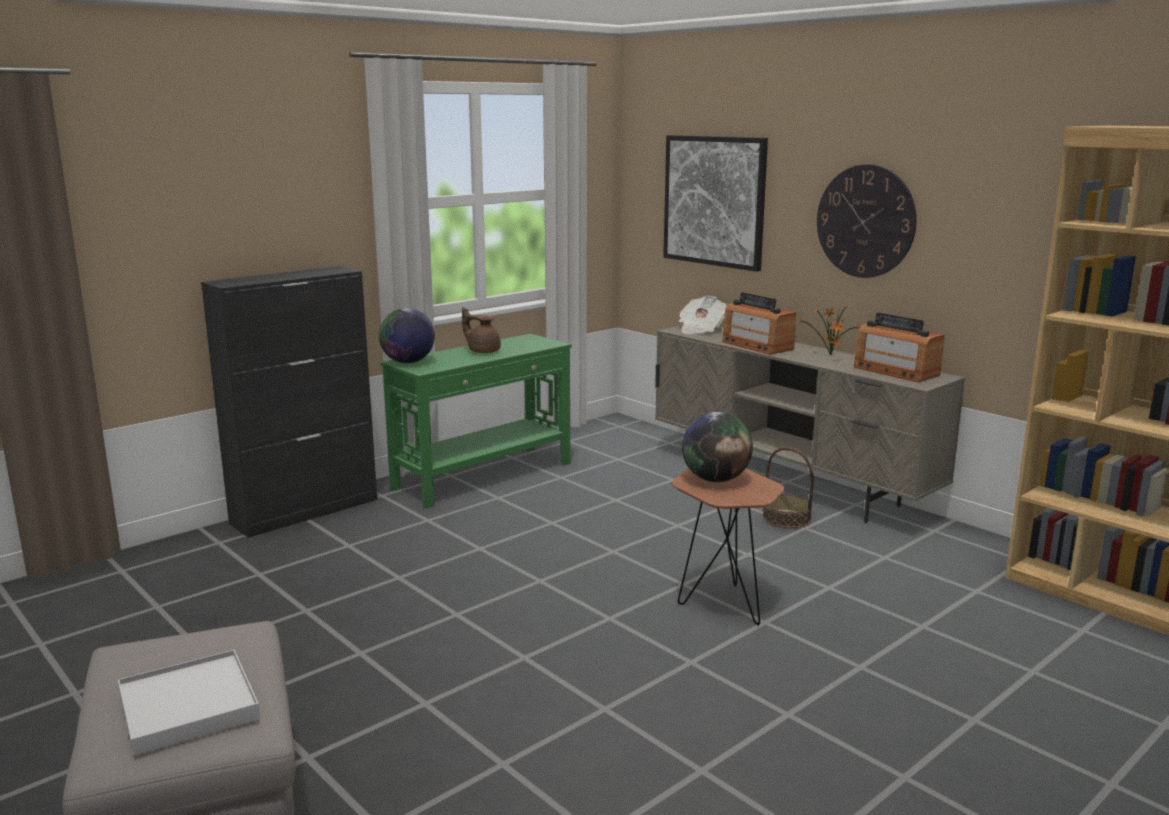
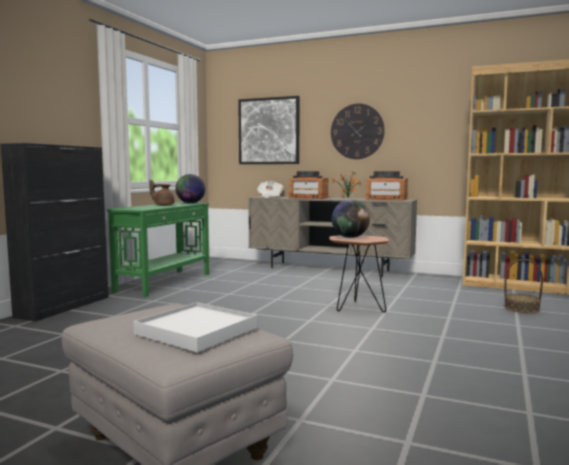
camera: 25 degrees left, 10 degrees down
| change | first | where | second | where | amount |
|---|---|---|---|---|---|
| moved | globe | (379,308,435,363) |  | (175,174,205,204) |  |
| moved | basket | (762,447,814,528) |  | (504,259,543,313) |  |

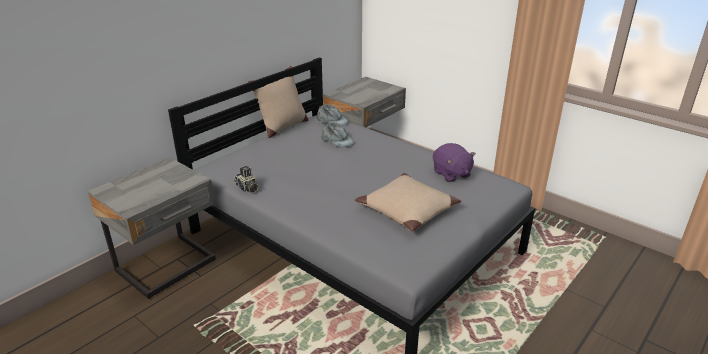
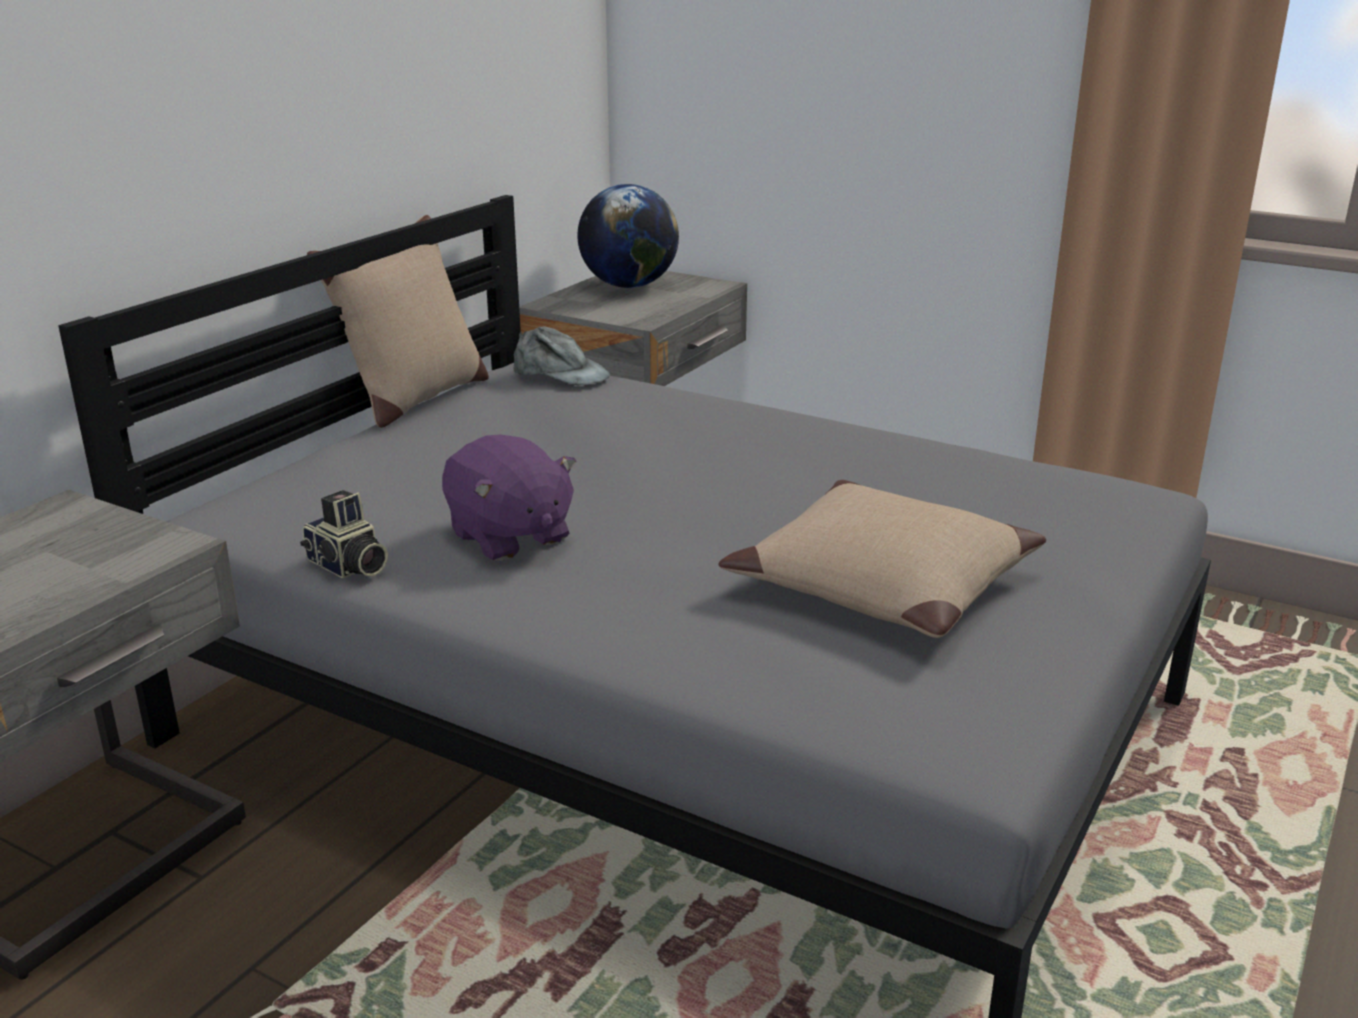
camera: 10 degrees left, 5 degrees down
| change | first | where | second | where | amount |
|---|---|---|---|---|---|
| removed | grey cap | (321,122,354,147) |  |  |  |
| added |  |  | globe | (577,184,679,288) |  |
| moved | purple plush toy | (433,143,476,182) |  | (442,434,576,561) |  |

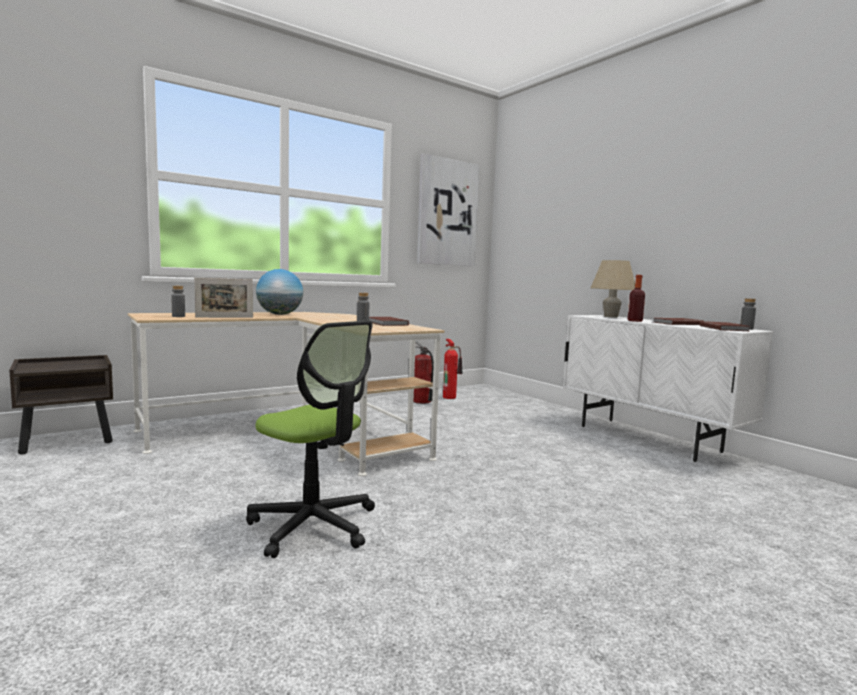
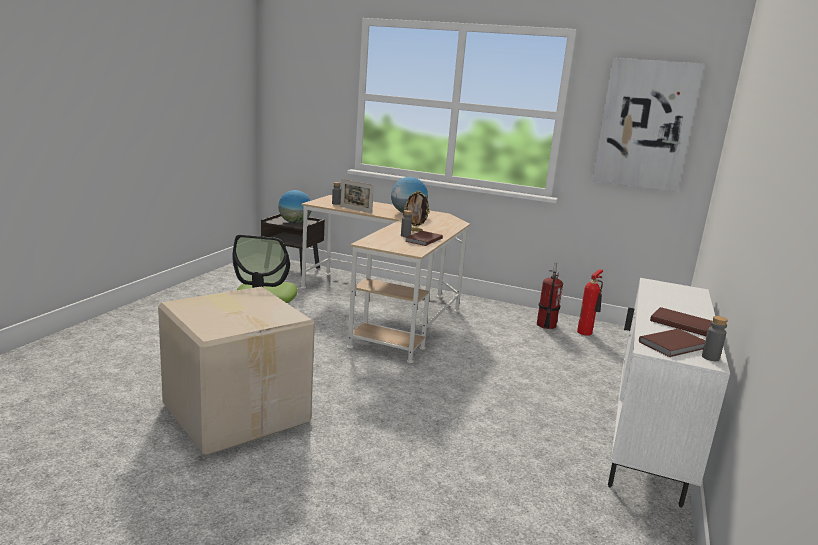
camera: 55 degrees right, 10 degrees up
| change | first | where | second | where | amount |
|---|---|---|---|---|---|
| removed | beige table lamp | (591,260,635,318) |  |  |  |
| removed | bottle | (628,275,645,322) |  |  |  |
| added |  |  | cardboard box | (158,286,315,456) |  |
| added |  |  | globe | (278,190,311,223) |  |
| added |  |  | picture frame | (404,190,430,232) |  |

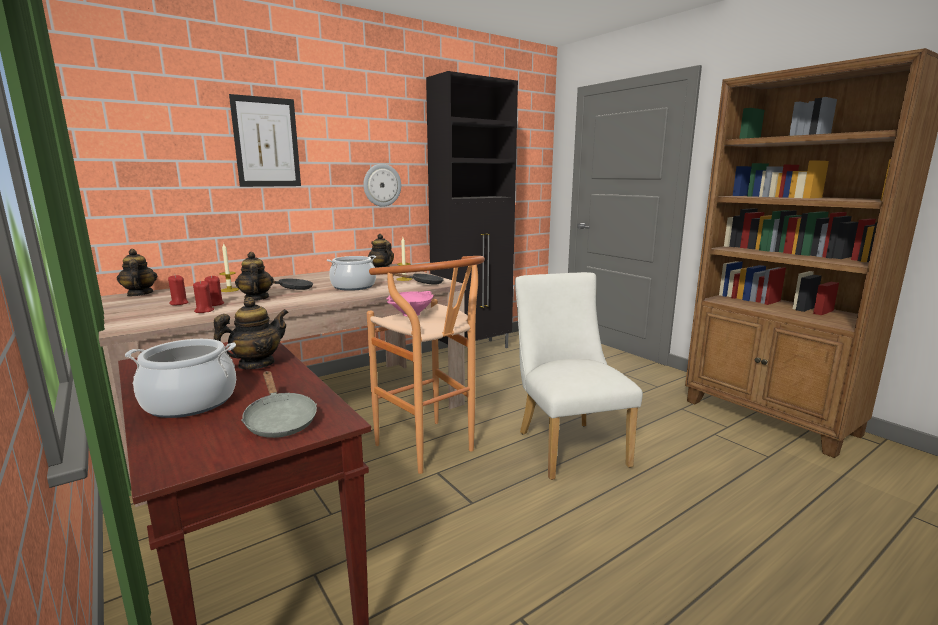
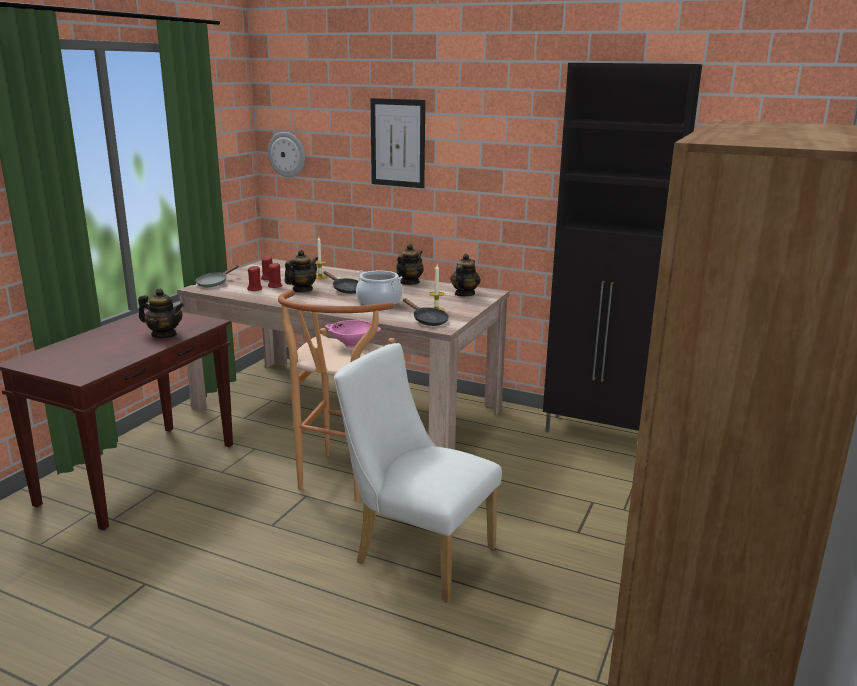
camera: 60 degrees right, 5 degrees up
| change | first | where | second | where | amount |
|---|---|---|---|---|---|
| removed | cooking pot | (125,339,236,418) |  |  |  |
| moved | teapot | (117,249,157,296) |  | (396,244,424,285) |  |
| moved | grey frying pan | (241,371,317,438) |  | (196,265,239,288) |  |
| moved | wall clock | (363,164,401,207) |  | (268,132,305,177) |  |
| turned | white chair | (515,272,643,480) |  | (334,343,502,602) | 105 degrees counterclockwise |

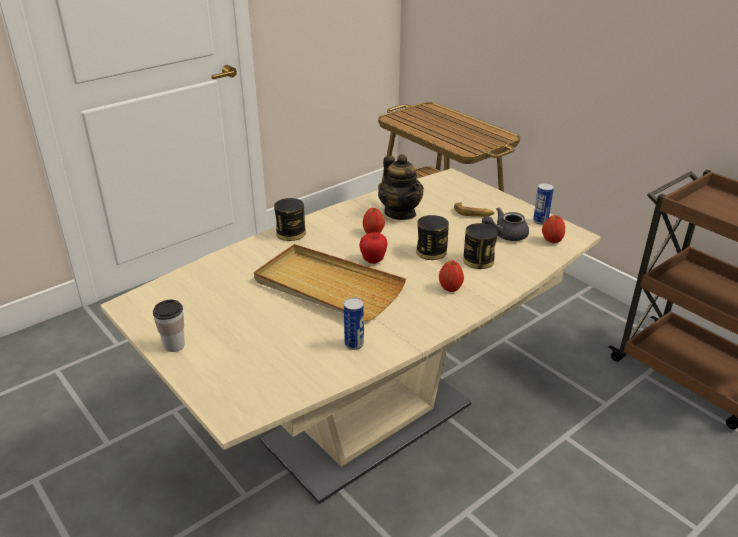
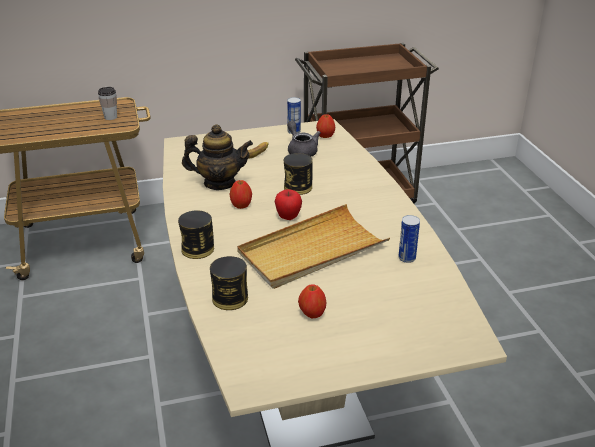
camera: 65 degrees left, 0 degrees up
| change | first | where | second | where | amount |
|---|---|---|---|---|---|
| moved | cup | (153,300,185,352) |  | (98,87,117,120) |  |
| moved | apple | (439,260,464,292) |  | (298,284,326,319) |  |
| moved | can | (463,223,498,269) |  | (210,256,248,310) |  |
| turned | grey teapot | (482,207,529,241) |  | (287,121,321,156) | 150 degrees clockwise |

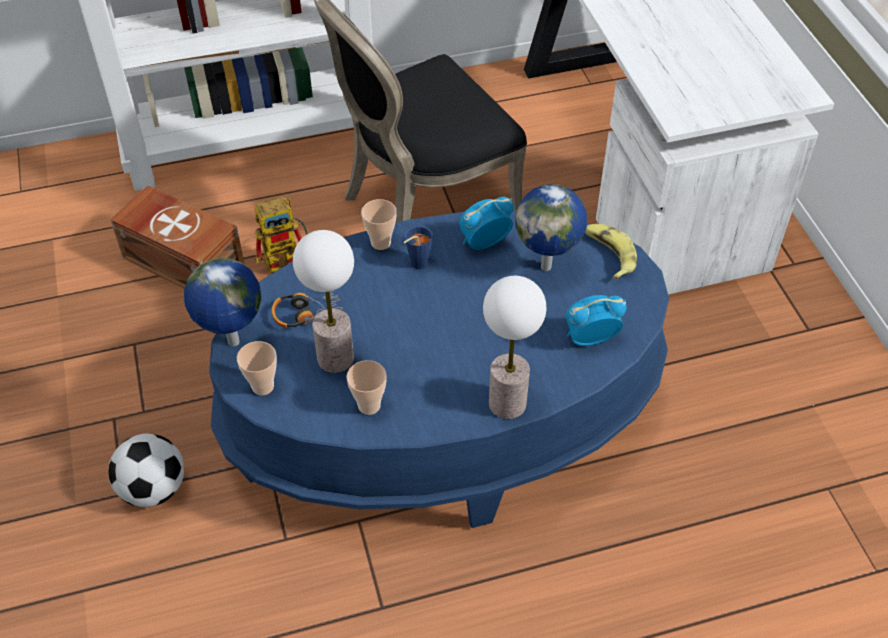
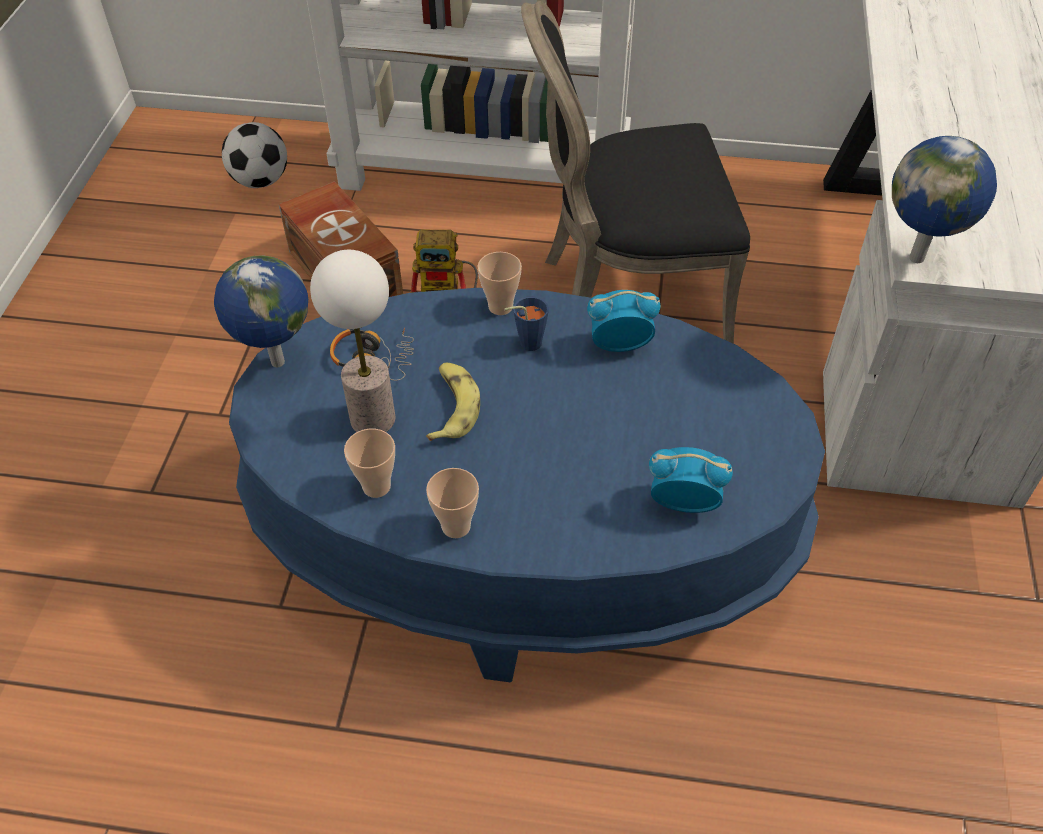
camera: 25 degrees right, 0 degrees up
| change | first | where | second | where | amount |
|---|---|---|---|---|---|
| removed | table lamp | (483,276,546,419) |  |  |  |
| moved | football | (109,434,184,507) |  | (222,122,287,188) |  |
| moved | cup | (237,341,277,395) |  | (426,468,479,538) |  |
| moved | globe | (515,184,587,271) |  | (892,136,997,263) |  |
| moved | banana | (585,224,637,280) |  | (426,363,480,441) |  |

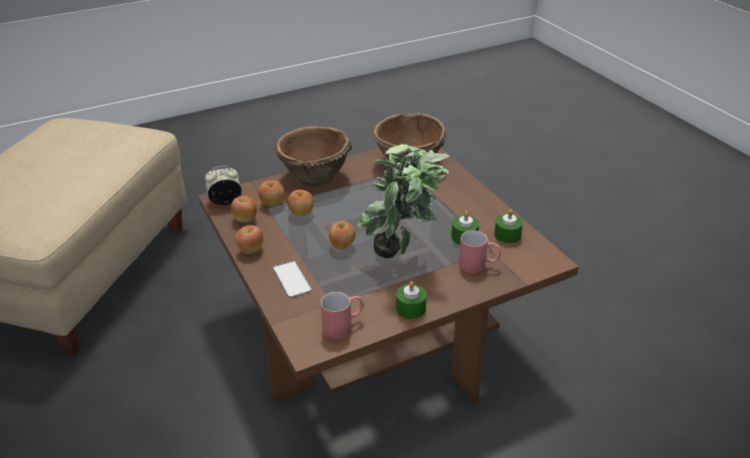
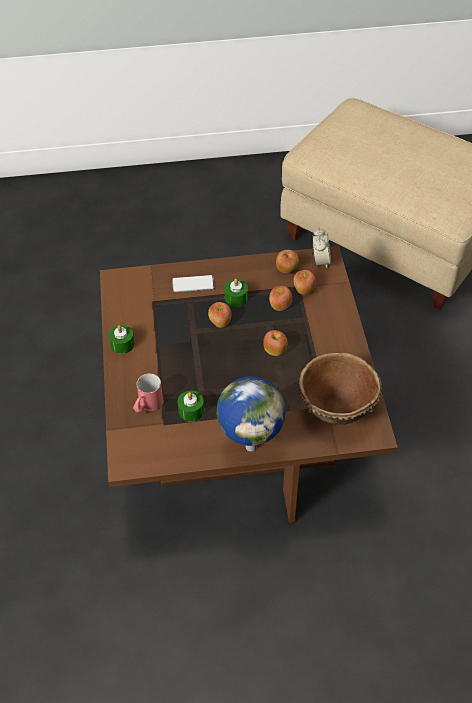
camera: 110 degrees right, 15 degrees up
| change | first | where | second | where | amount |
|---|---|---|---|---|---|
| removed | brown bowl | (275,126,352,187) |  |  |  |
| removed | red mug | (321,292,364,339) |  |  |  |
| removed | potted plant | (357,144,449,258) |  |  |  |
| added |  |  | globe | (216,376,286,452) |  |
| moved | apple | (236,225,263,254) |  | (263,330,287,356) |  |
| moved | green candle | (494,209,523,244) |  | (224,279,248,307) |  |

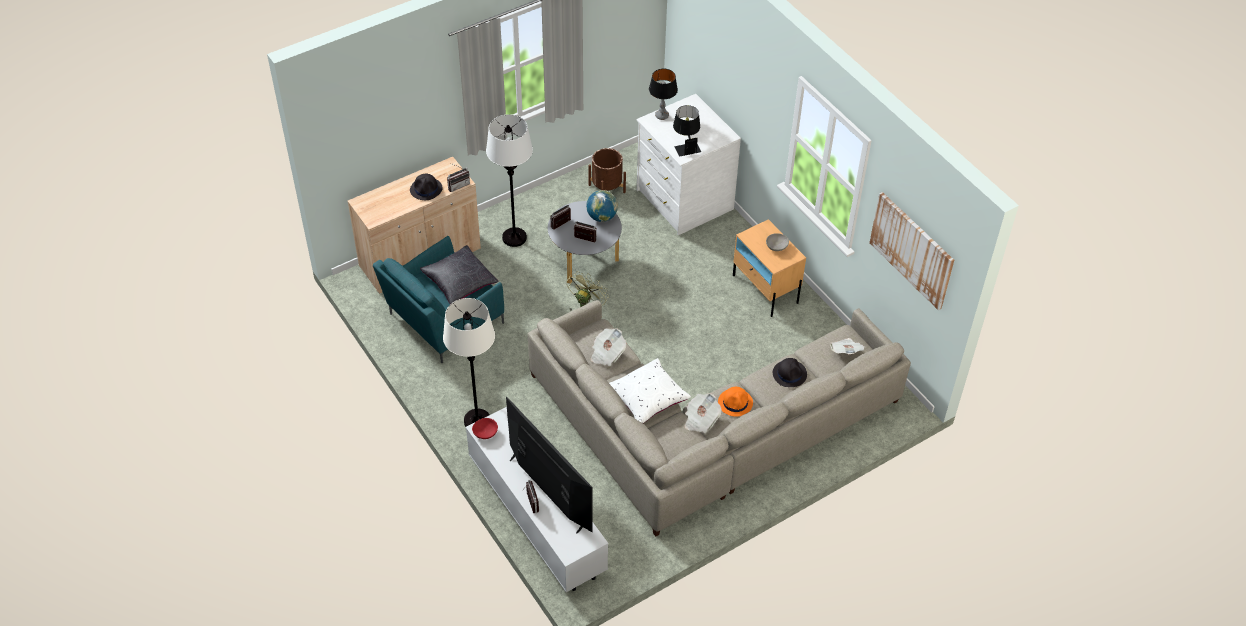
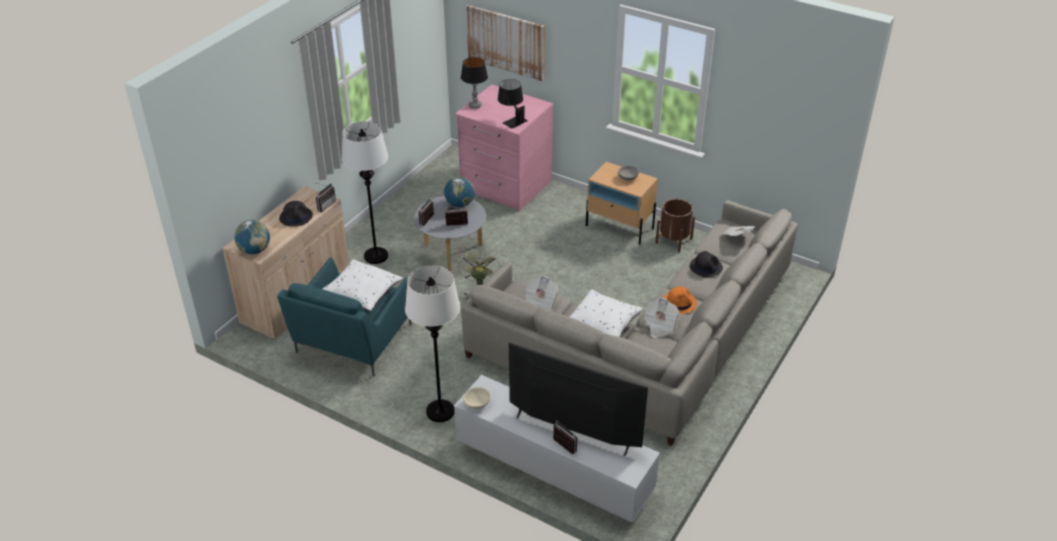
camera: 25 degrees left, 10 degrees down
| change | first | where | second | where | amount |
|---|---|---|---|---|---|
| added |  |  | globe | (234,220,270,254) |  |
| moved | brown planter | (589,148,626,193) |  | (655,199,695,253) |  |
| moved | picture | (869,192,954,310) |  | (466,5,545,82) |  |
| recoloured | black pillow | (420,245,499,304) | white pillow | (322,259,403,311) |  |
| recoloured | red bowl | (472,418,498,439) | beige bowl | (463,387,490,409) |  |
| recoloured | white dresser | (636,94,741,235) | pink dresser | (455,84,553,212) |  |

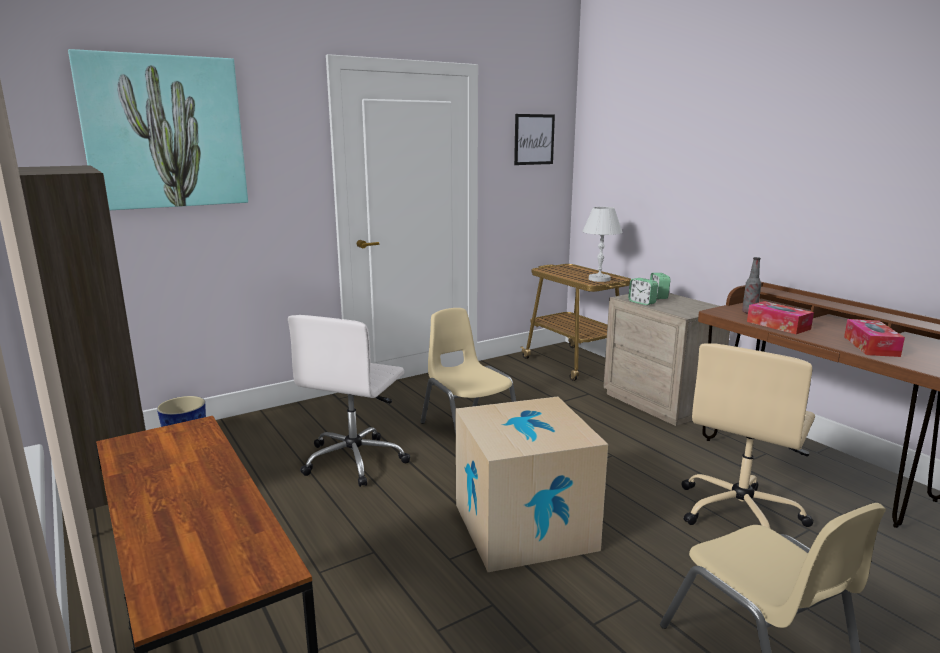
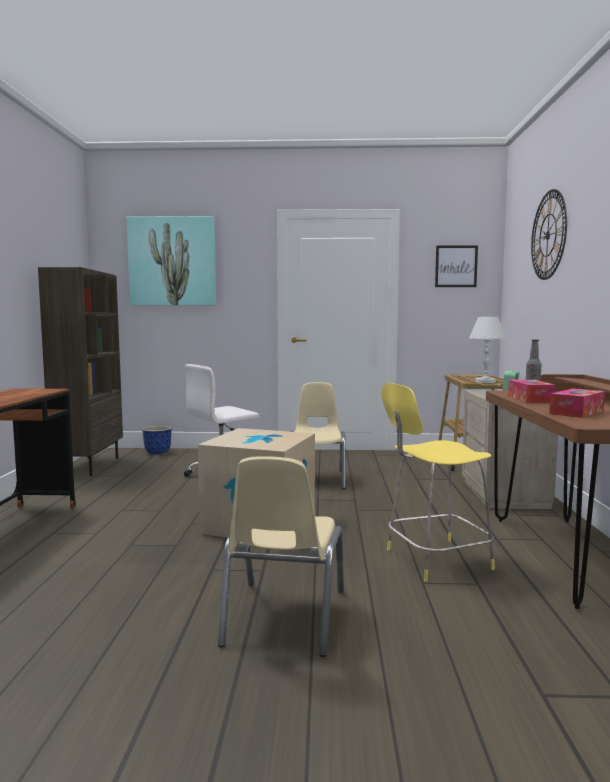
camera: 35 degrees right, 10 degrees down
| change | first | where | second | where | amount |
|---|---|---|---|---|---|
| removed | alarm clock | (628,278,658,305) |  |  |  |
| added |  |  | wall clock | (531,189,567,280) |  |
| replaced | beige office chair | (682,343,815,528) | yellow stool | (381,383,495,582) |  |

